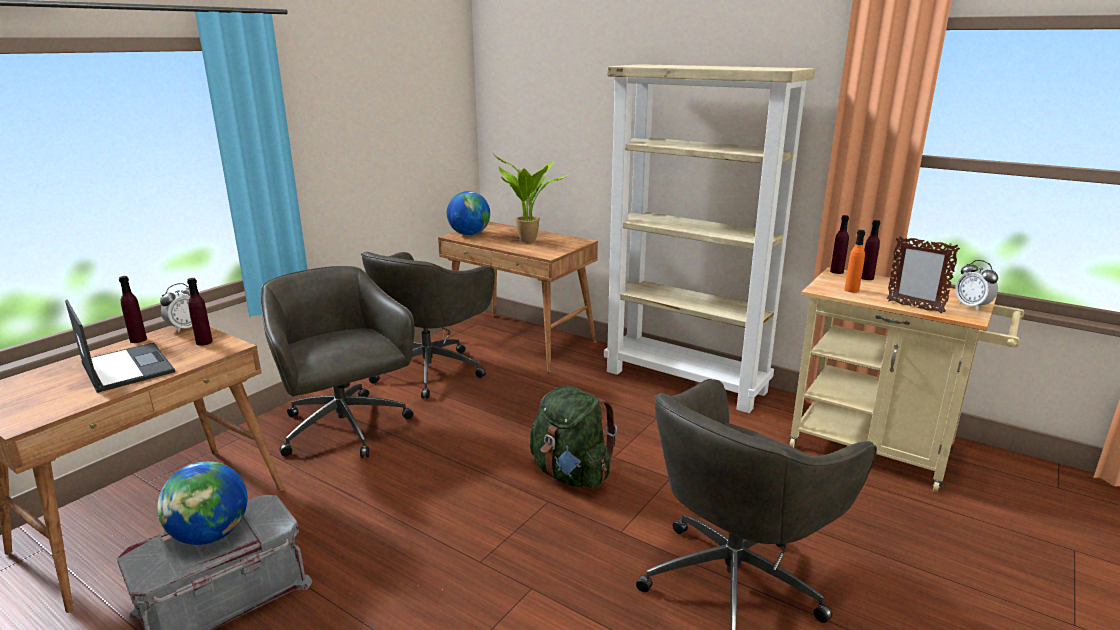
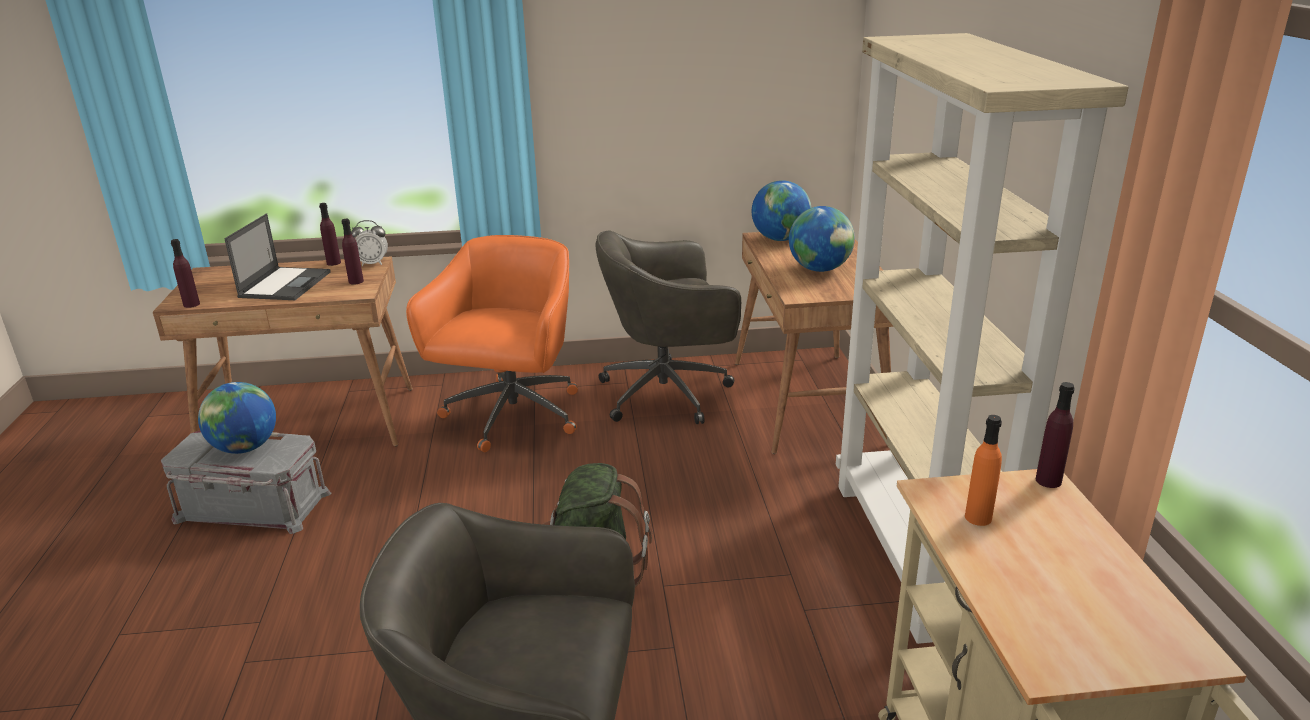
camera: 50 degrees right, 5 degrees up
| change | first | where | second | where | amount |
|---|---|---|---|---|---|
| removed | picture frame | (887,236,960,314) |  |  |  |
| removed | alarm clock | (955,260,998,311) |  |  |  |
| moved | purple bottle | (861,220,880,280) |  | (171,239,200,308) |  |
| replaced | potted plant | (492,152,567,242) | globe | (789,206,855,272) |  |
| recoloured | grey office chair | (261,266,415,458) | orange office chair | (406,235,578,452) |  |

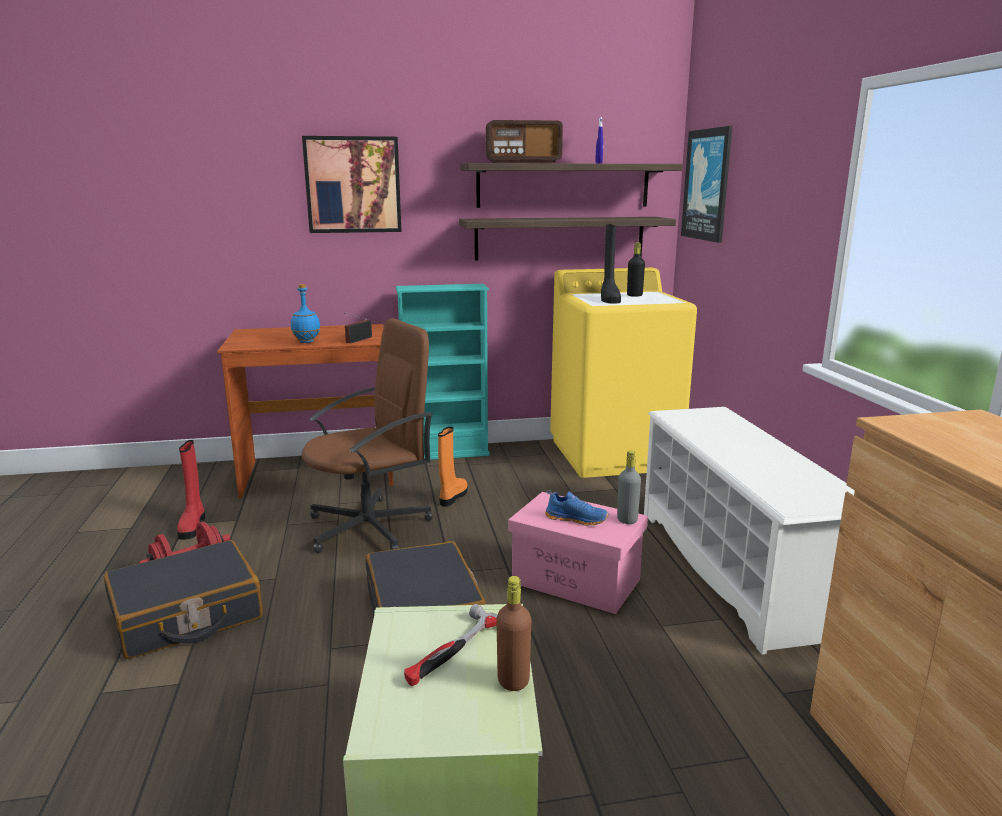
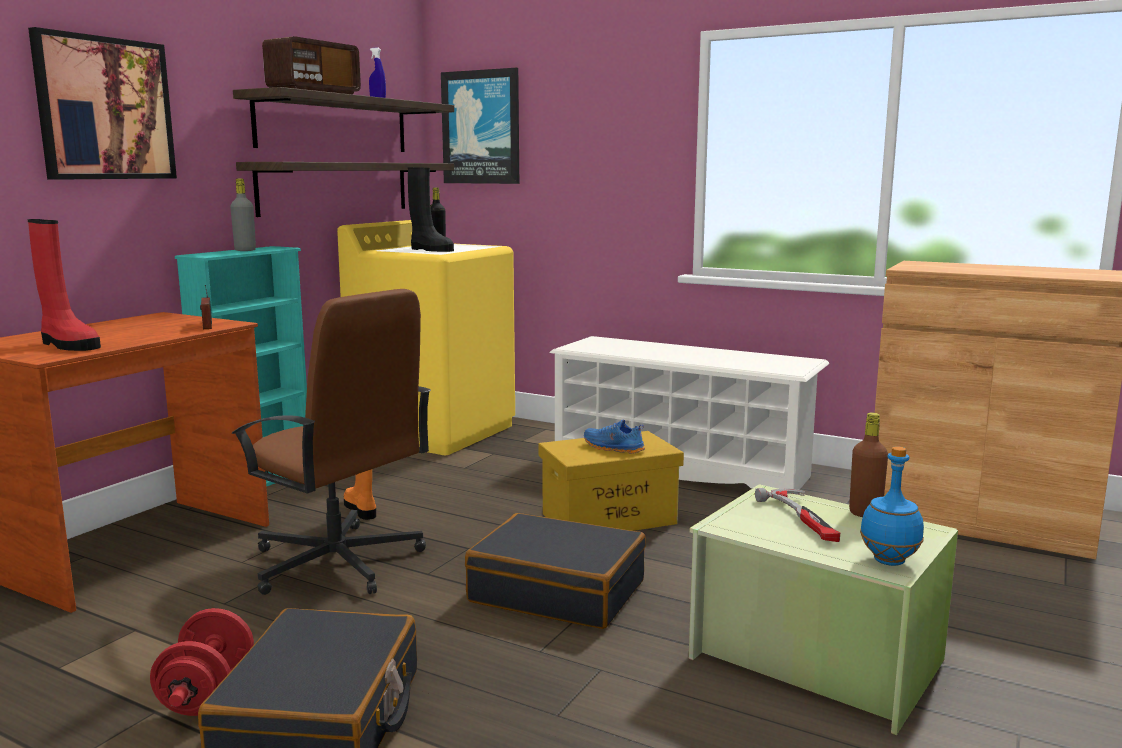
camera: 50 degrees left, 5 degrees down
| change | first | where | second | where | amount |
|---|---|---|---|---|---|
| moved | red boot | (177,440,205,540) |  | (28,219,101,351) |  |
| moved | blue bottle | (291,284,321,343) |  | (860,446,924,566) |  |
| moved | grey bottle | (617,450,641,524) |  | (230,178,256,251) |  |
| recoloured | pink storage box | (508,492,648,614) | yellow storage box | (539,431,684,531) |  |
| turned | brown office chair | (302,318,433,553) |  | (232,289,431,595) | 120 degrees clockwise |
| turned | blue shoe | (545,490,608,526) |  | (584,419,645,454) | 120 degrees counterclockwise |

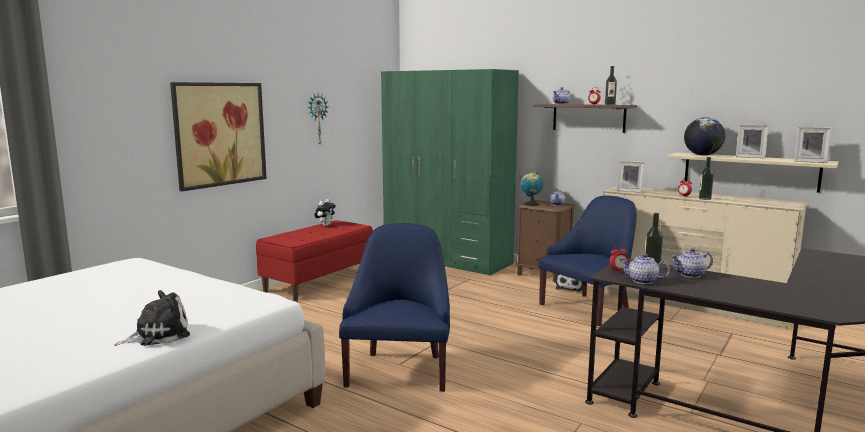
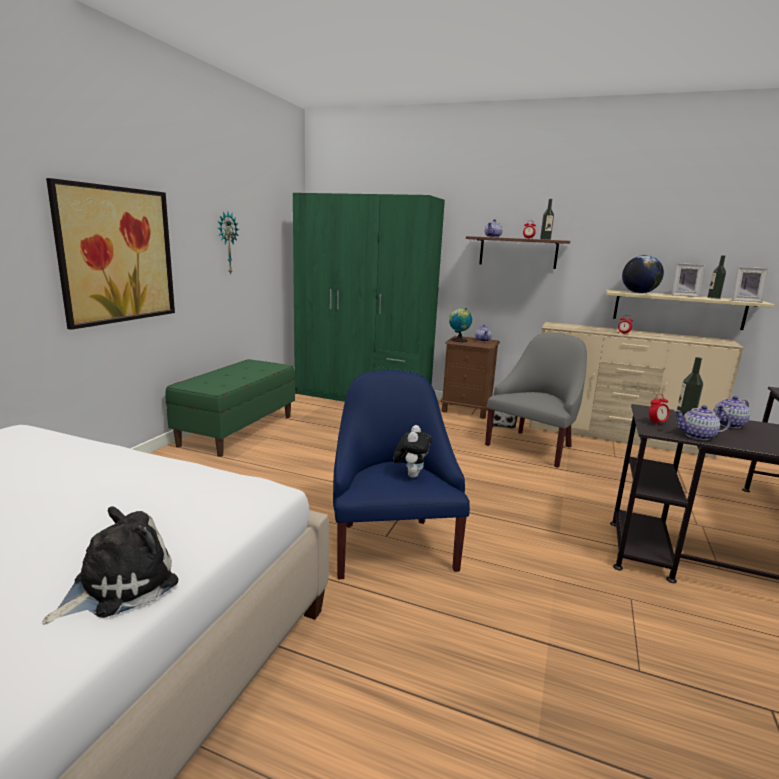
camera: 15 degrees left, 5 degrees up
| change | first | where | second | where | amount |
|---|---|---|---|---|---|
| removed | picture frame | (616,161,645,193) |  |  |  |
| moved | plush toy | (314,199,336,226) |  | (393,425,432,478) |  |
| moved | bottle | (699,157,714,200) |  | (707,255,726,299) |  |
| recoloured | red bench | (256,220,373,301) | green bench | (165,359,295,457) |  |
| recoloured | blue armchair | (539,196,637,327) | grey armchair | (485,333,587,468) |  |

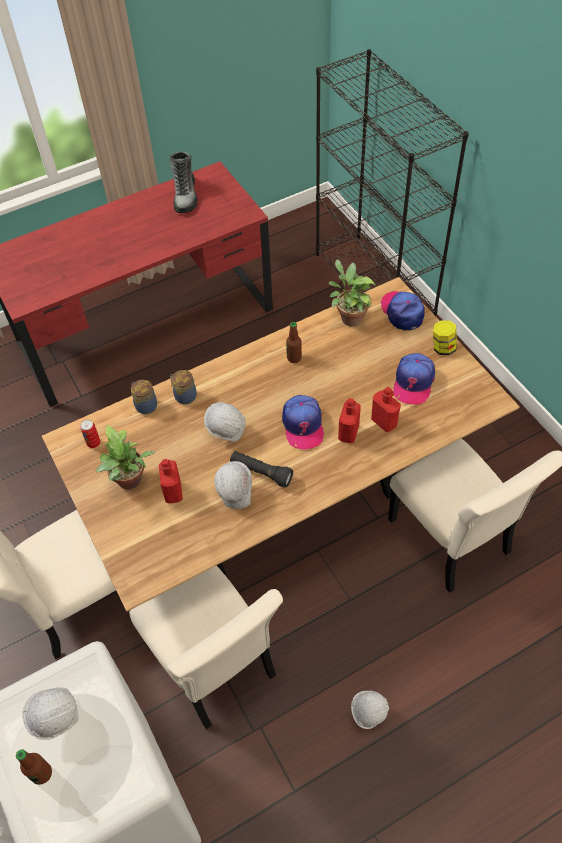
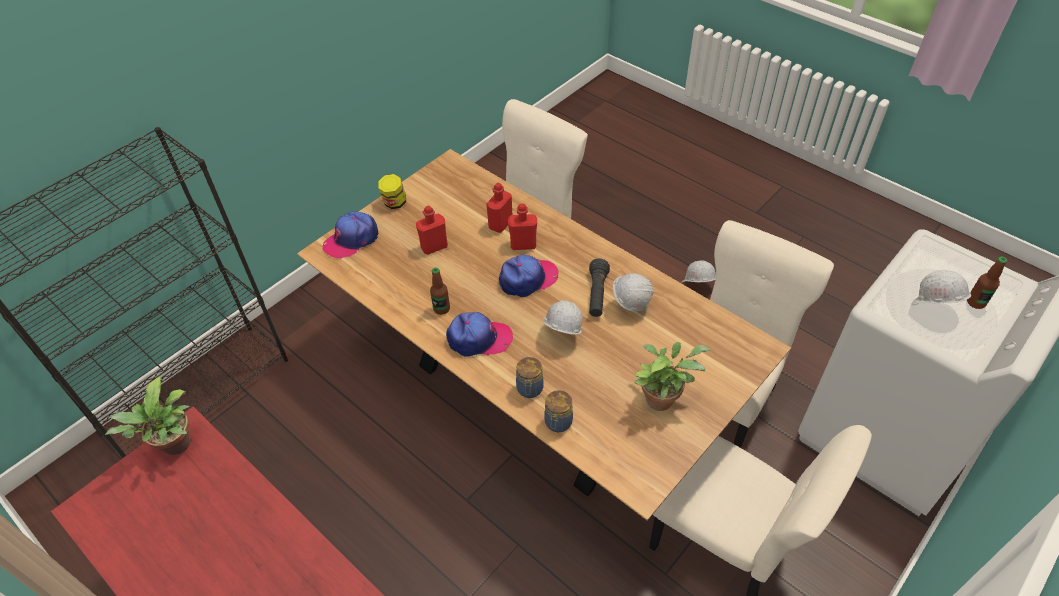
camera: 110 degrees left, 5 degrees down
| change | first | where | second | where | amount |
|---|---|---|---|---|---|
| removed | can | (80,420,100,448) |  |  |  |
| removed | boot | (169,152,197,213) |  |  |  |
| moved | red bottle | (159,459,183,504) |  | (416,206,448,255) |  |
| moved | potted plant | (329,259,375,327) |  | (105,376,191,455) |  |
| moved | cap | (393,353,435,405) |  | (446,312,513,357) |  |

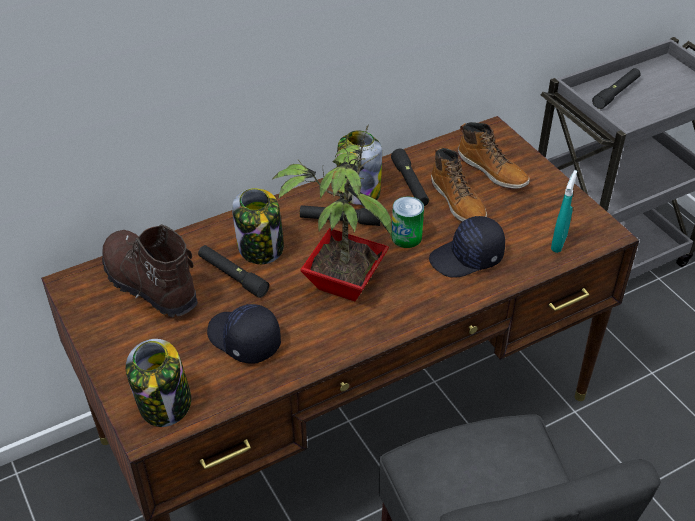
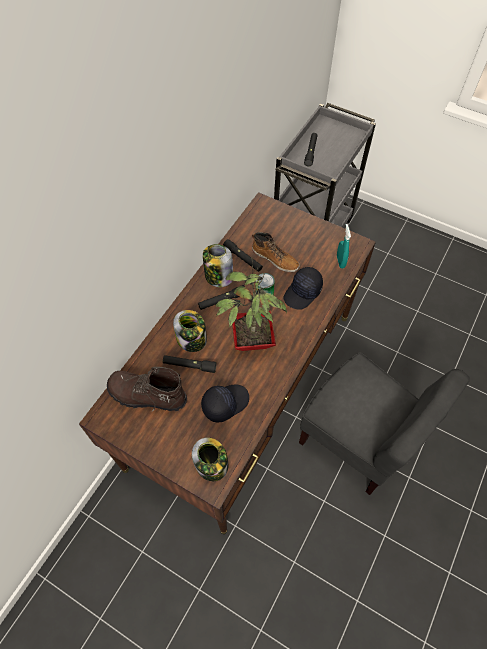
camera: 30 degrees left, 15 degrees up
| change | first | where | second | where | amount |
|---|---|---|---|---|---|
| removed | boot | (458,122,530,189) |  |  |  |
| turned | black cap | (207,304,281,363) |  | (201,384,249,422) | 135 degrees clockwise |

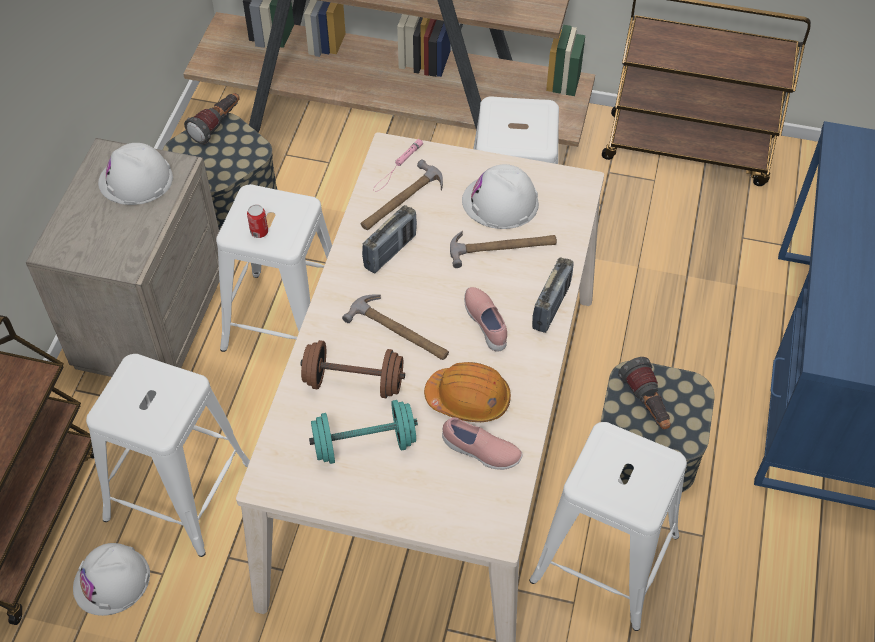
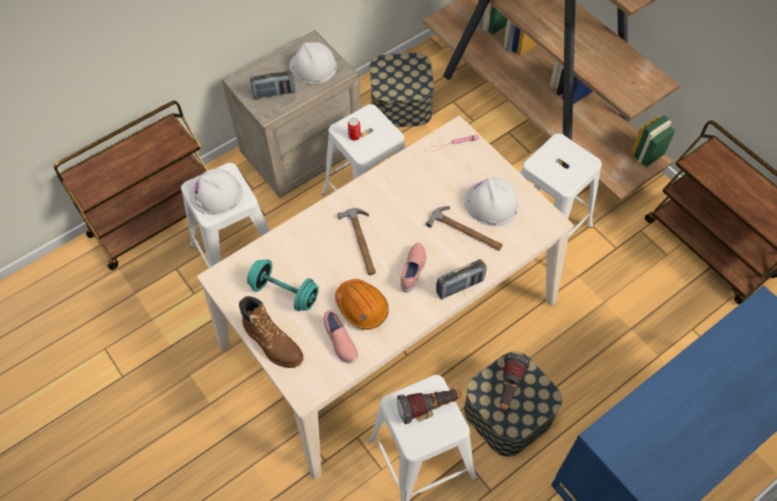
camera: 40 degrees right, 5 degrees up
| change | first | where | second | where | amount |
|---|---|---|---|---|---|
| removed | brown dumbbell | (300,340,405,398) |  |  |  |
| removed | hammer | (361,159,443,230) |  |  |  |
| added |  |  | brown boot | (239,296,303,368) |  |
| moved | white hard hat | (73,543,150,616) |  | (189,169,243,215) |  |
| moved | flashlight | (184,93,240,144) |  | (397,389,462,424) |  |
| moved | radio | (362,205,417,273) |  | (250,70,295,99) |  |

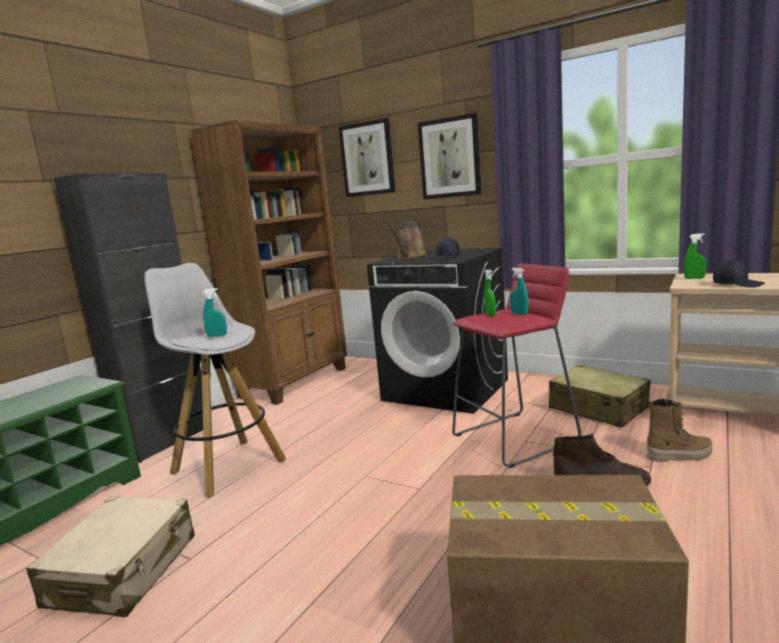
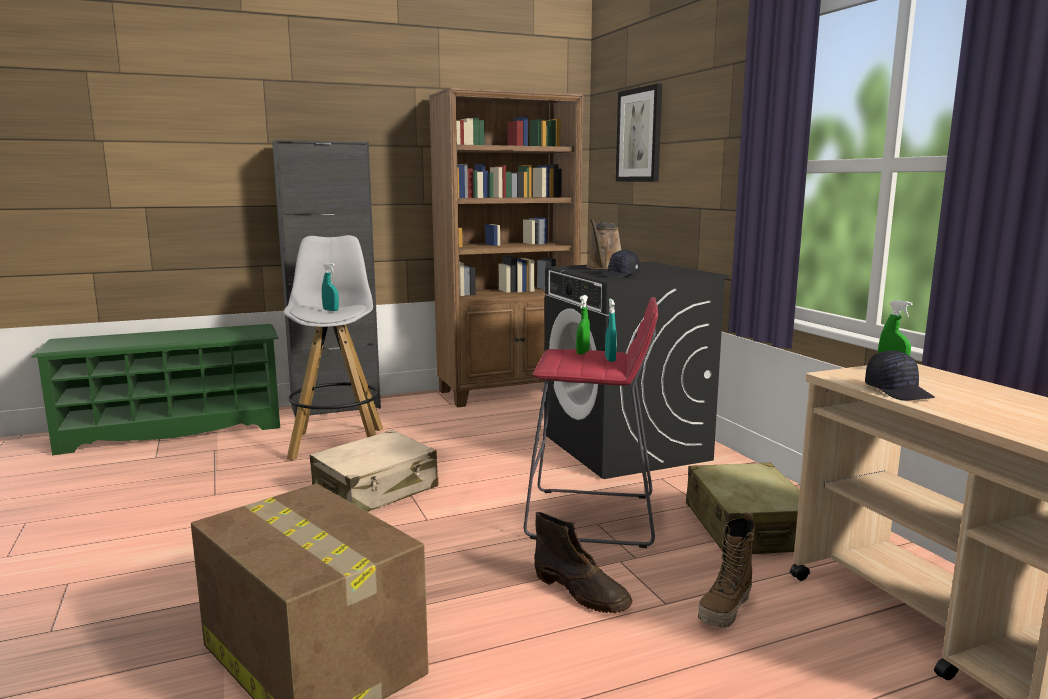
camera: 35 degrees right, 0 degrees up
| change | first | where | second | where | amount |
|---|---|---|---|---|---|
| removed | picture | (418,113,482,200) |  |  |  |
| moved | beige suitcase | (26,496,195,617) |  | (310,430,438,512) |  |
| turned | brown watering can | (386,221,427,259) |  | (586,219,621,269) | 45 degrees counterclockwise |
| turned | boot | (647,398,713,462) |  | (698,512,755,628) | 90 degrees clockwise |

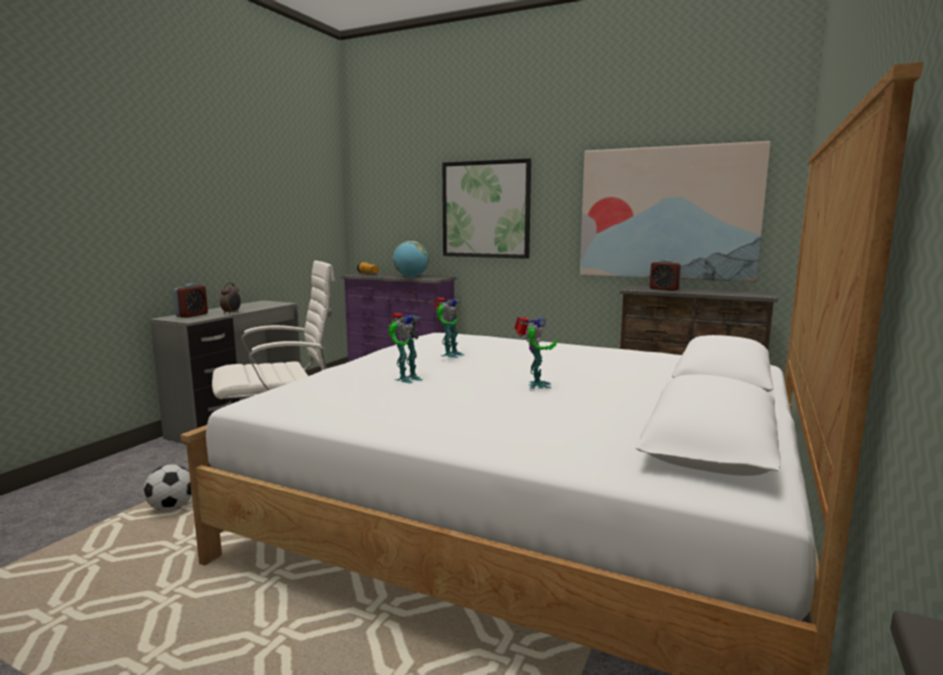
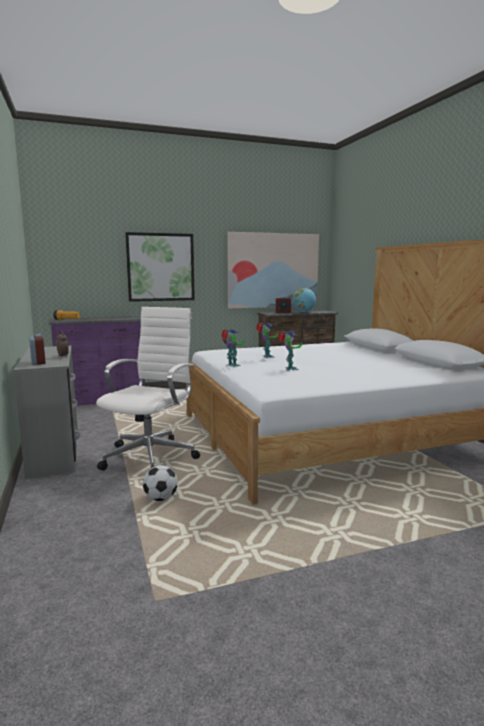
camera: 45 degrees left, 0 degrees up
| change | first | where | second | where | amount |
|---|---|---|---|---|---|
| moved | globe | (393,241,429,277) |  | (293,288,316,312) |  |
| moved | toy robot | (514,316,557,389) |  | (222,329,244,367) |  |

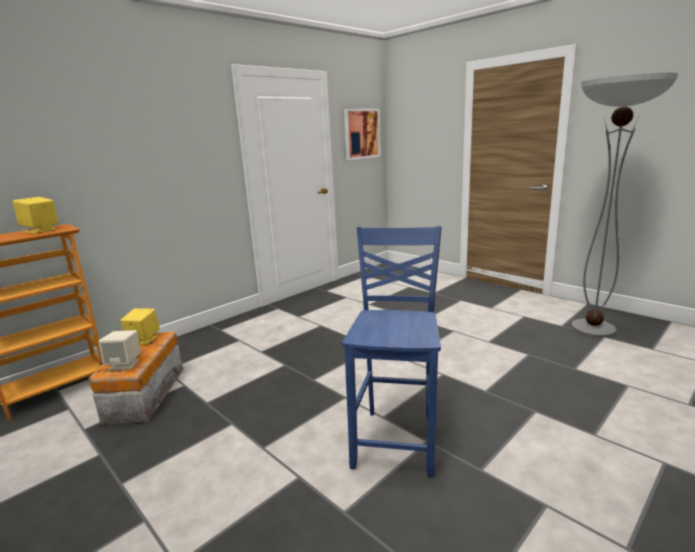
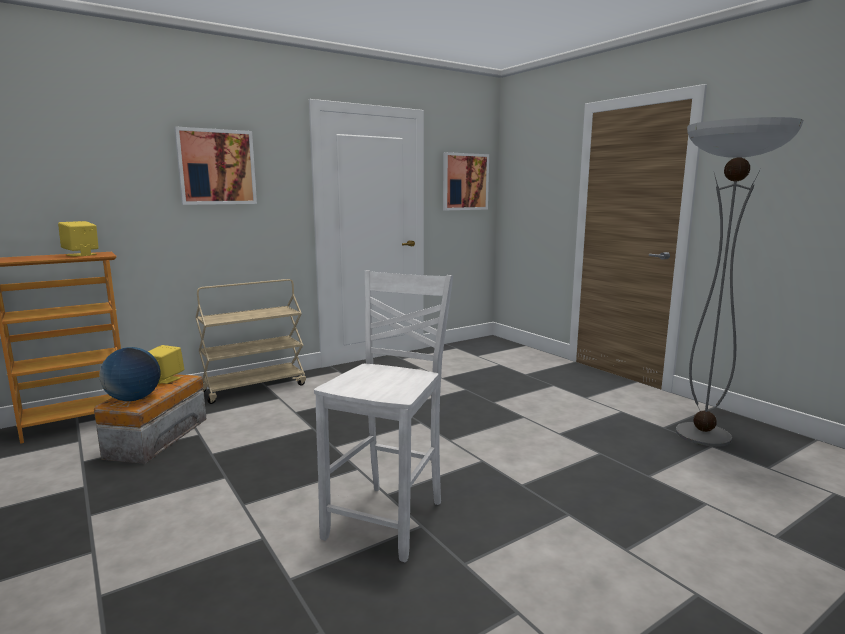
camera: 10 degrees right, 5 degrees down
| change | first | where | second | where | amount |
|---|---|---|---|---|---|
| added |  |  | picture | (174,126,257,205) |  |
| added |  |  | beige cart | (195,279,306,404) |  |
| replaced | beige speaker | (98,330,141,370) | globe | (99,347,161,401) |  |
| recoloured | blue chair | (342,226,442,478) | white chair | (314,270,453,563) |  |

